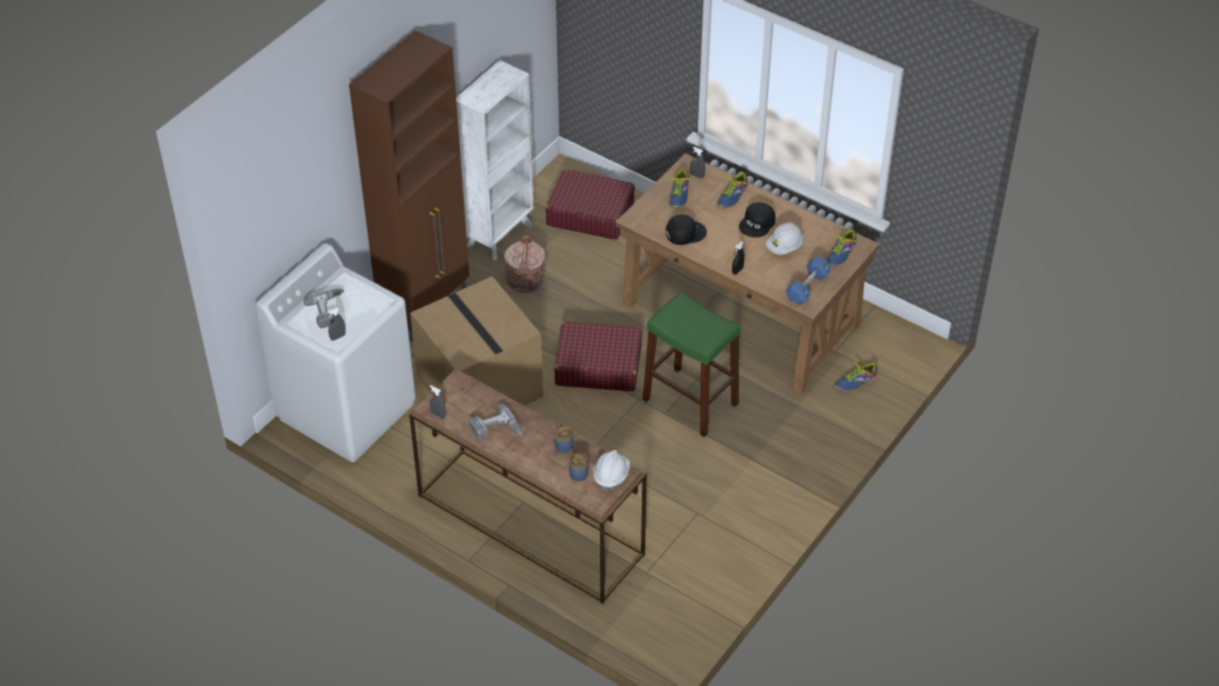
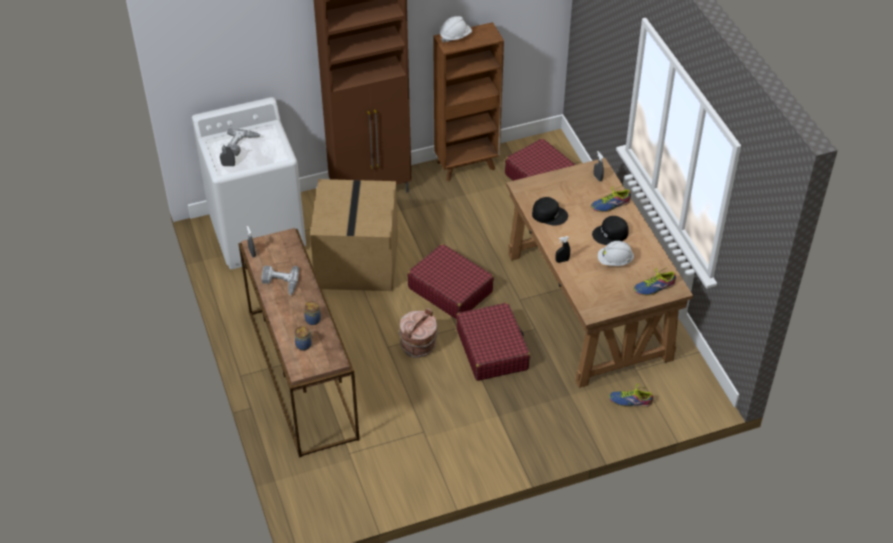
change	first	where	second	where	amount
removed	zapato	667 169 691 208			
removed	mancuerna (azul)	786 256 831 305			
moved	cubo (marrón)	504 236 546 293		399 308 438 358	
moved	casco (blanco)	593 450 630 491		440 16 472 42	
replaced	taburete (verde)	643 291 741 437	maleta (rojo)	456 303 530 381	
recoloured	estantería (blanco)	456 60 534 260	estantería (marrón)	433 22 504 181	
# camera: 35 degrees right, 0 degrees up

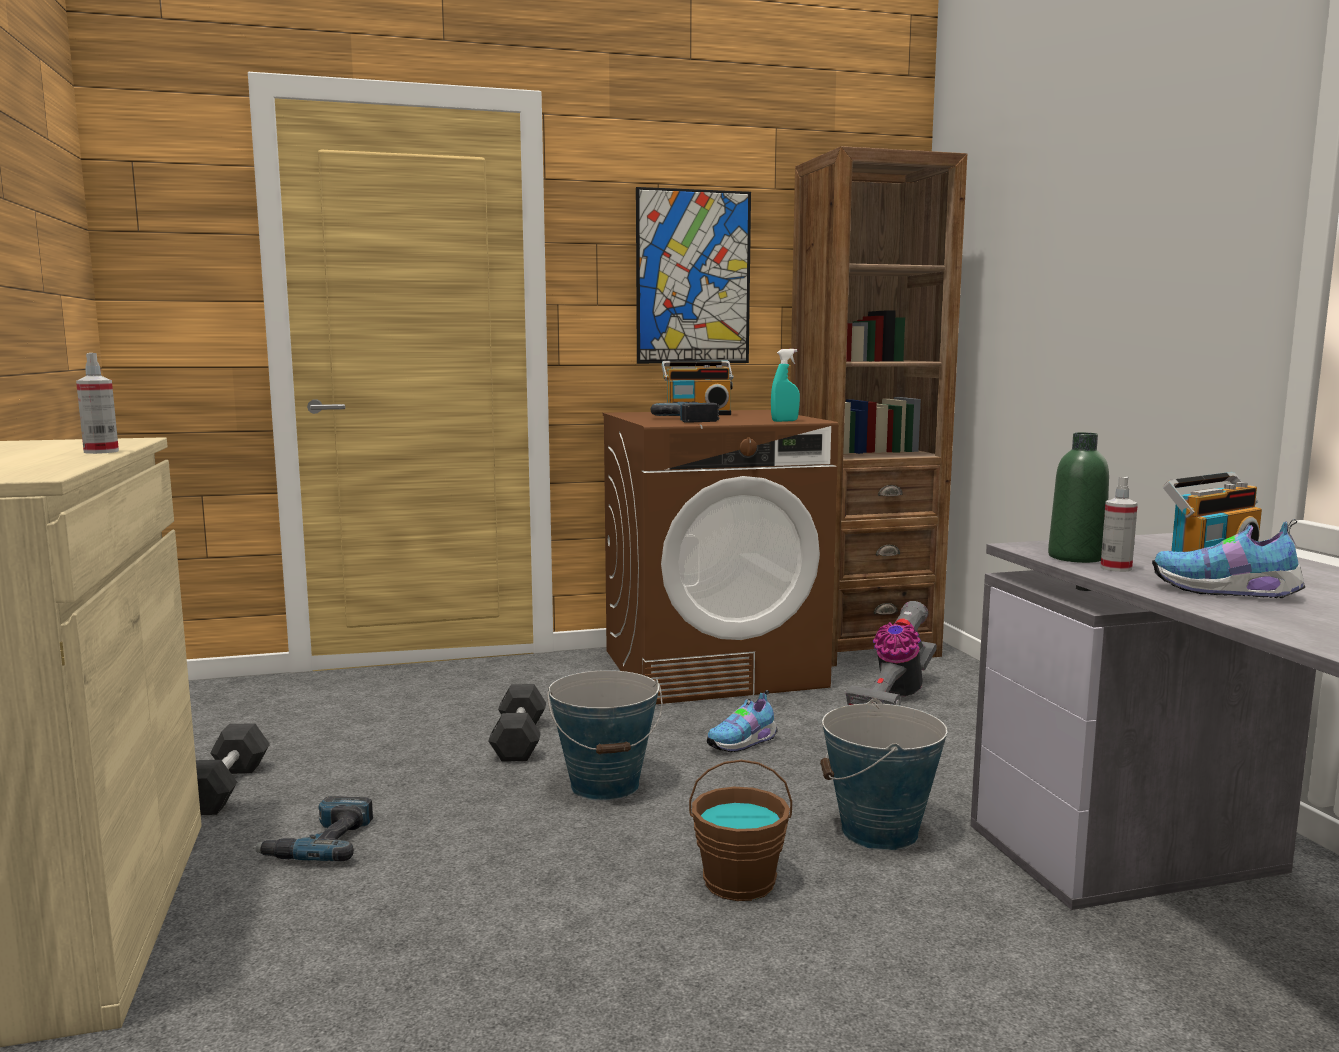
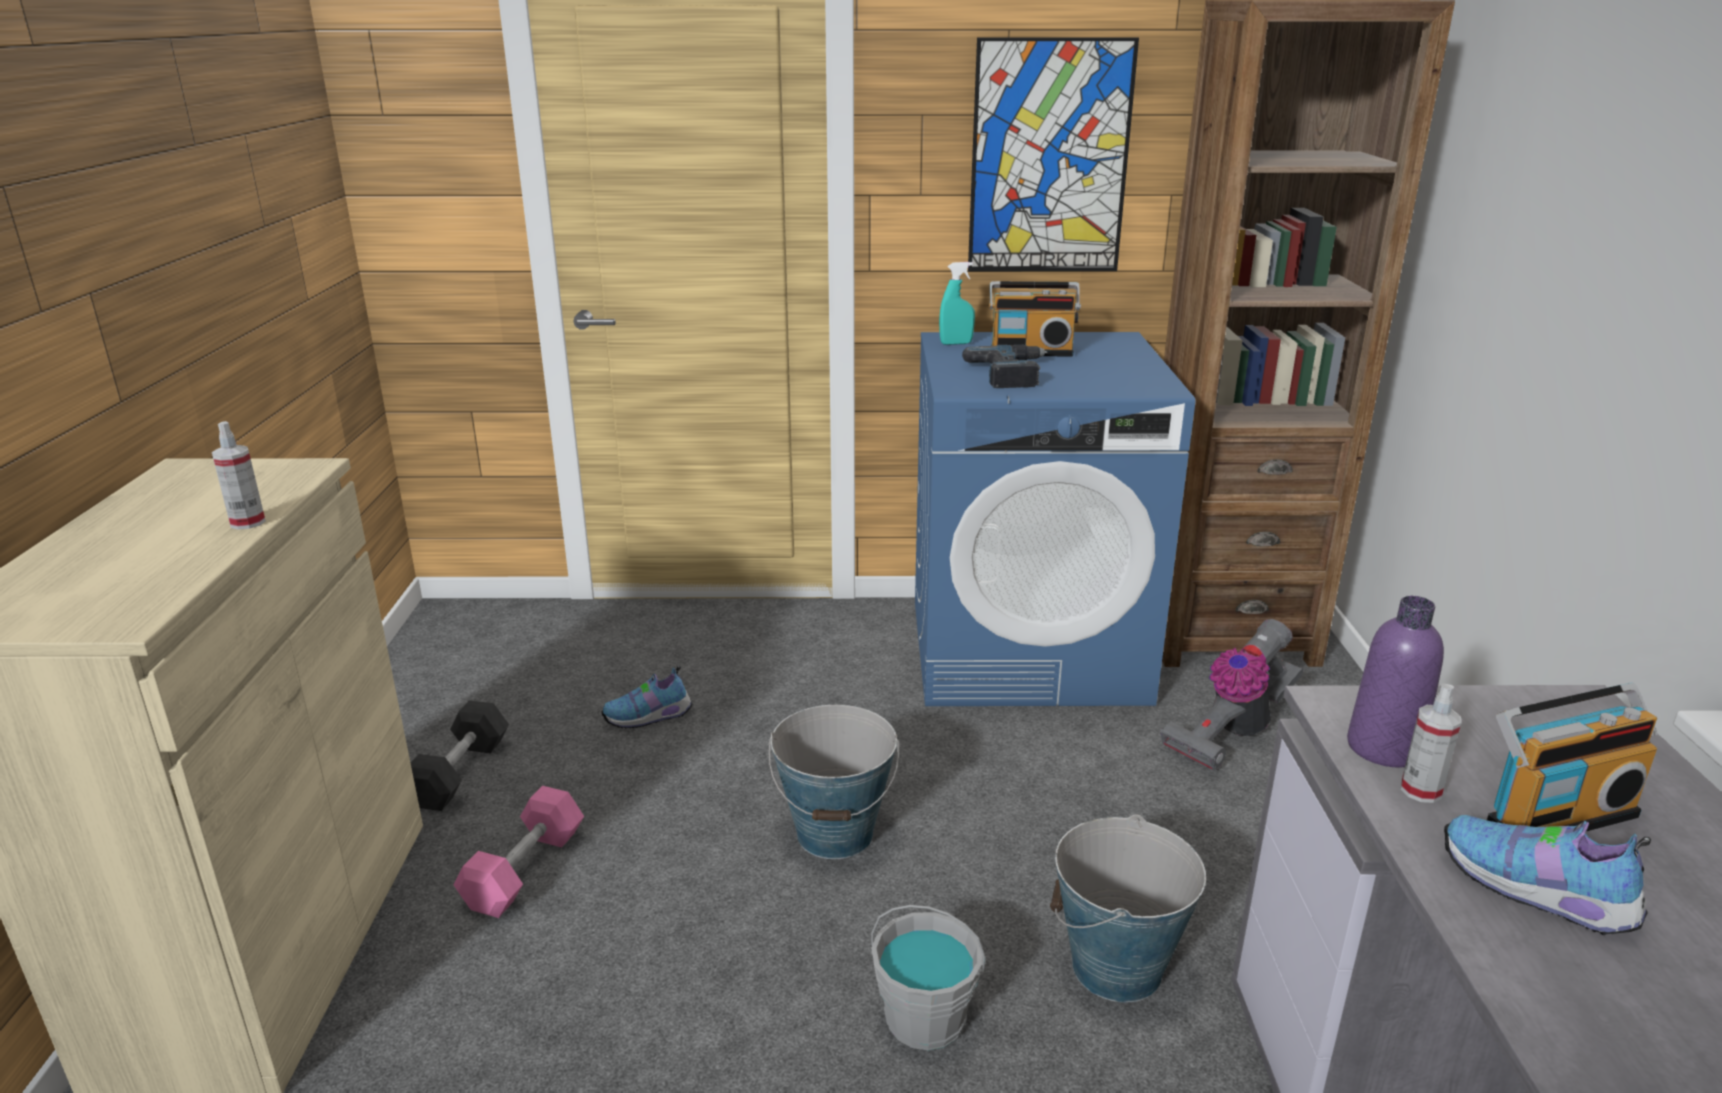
change	first	where	second	where	amount
removed	mancuerna (negro)	489 684 546 762			
moved	zapato	707 690 777 752		601 666 693 728	
moved	pulverizador (turquesa)	771 349 800 422		939 262 975 345	
replaced	taladro	253 796 373 862	mancuerna (rosa)	453 786 584 918	
recoloured	lavadora (marrón)	603 410 839 704	lavadora (azul)	915 332 1195 706	
recoloured	cubo (marrón)	689 760 792 901	cubo (gris)	871 905 986 1050	
recoloured	botella (verde)	1048 432 1109 563	botella (morado)	1347 596 1444 768	
# camera: 15 degrees right, 15 degrees up

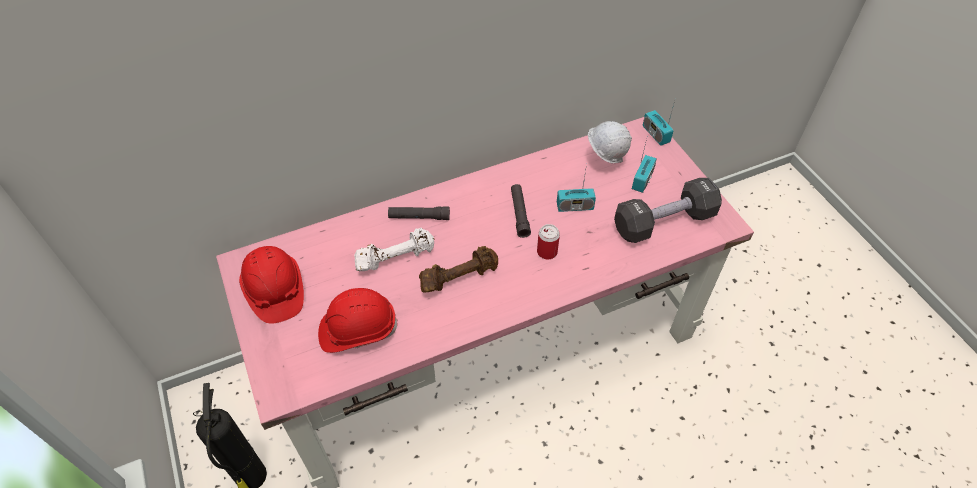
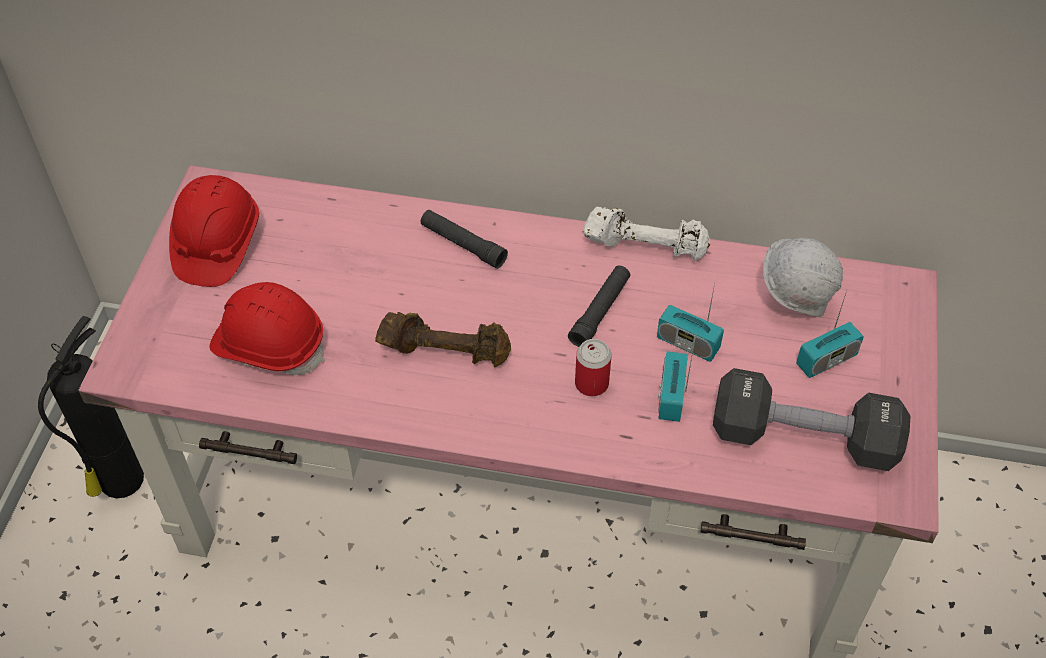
change	first	where	second	where	amount
moved	mancuerna (blanco)	354 228 434 271		582 207 710 261	
moved	radio	643 101 675 146		658 351 693 422	
# camera: 35 degrees right, 0 degrees up

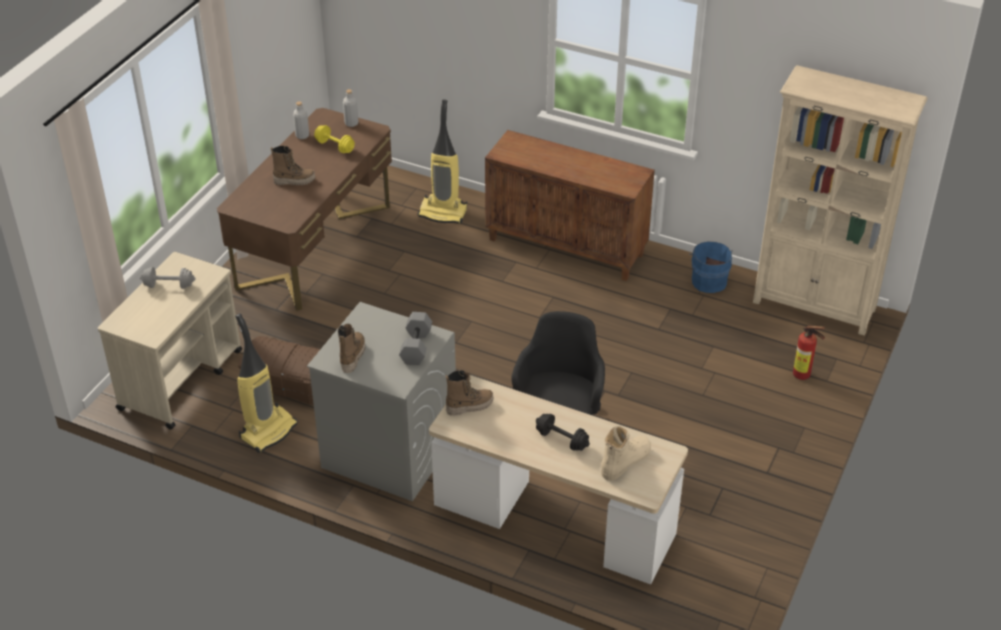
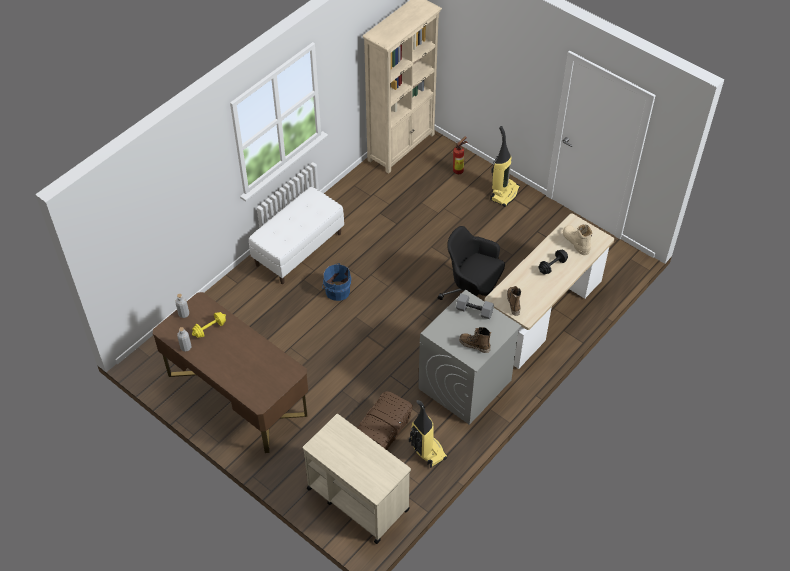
change	first	where	second	where	amount
removed	mancuerna (gris)	140 267 196 289			
removed	bota	271 145 315 185			
moved	aspiradora	418 99 467 224		490 126 520 207	
moved	cubo (azul)	689 241 733 293		322 263 351 301	
replaced	armario (marrón)	485 130 655 281	banco (blanco)	249 187 344 284	
# camera: 75 degrees left, 10 degrees up

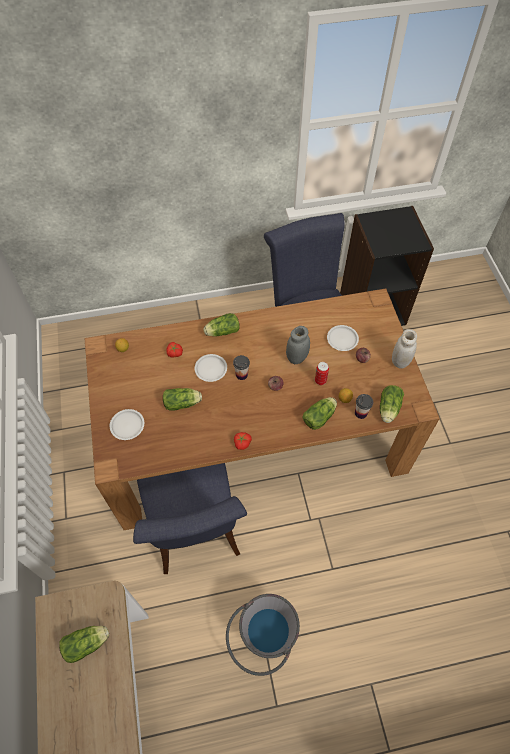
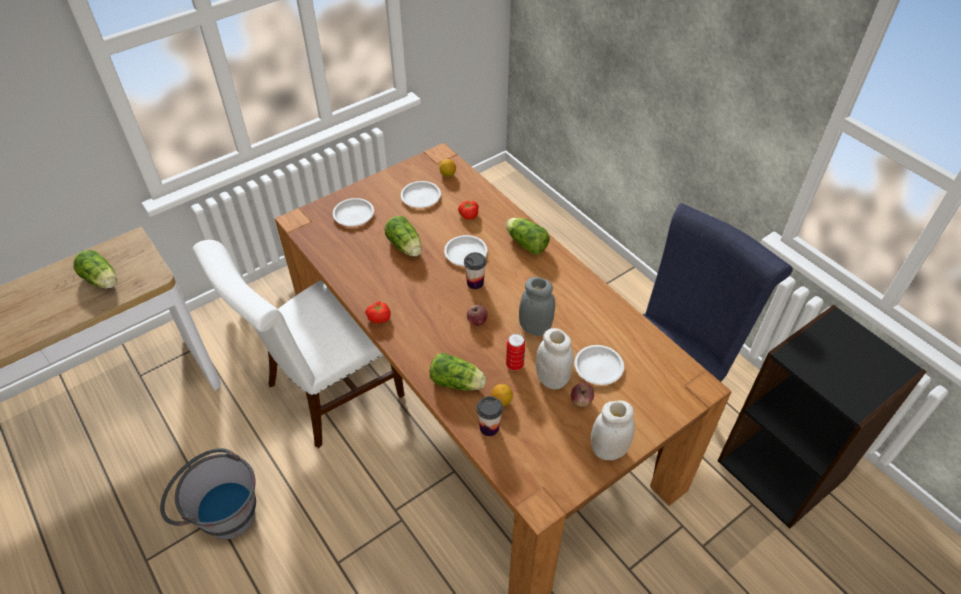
change	first	where	second	where	amount
removed	lechuga	380 385 404 423			
added			plato (blanco)	401 181 441 208	
added			tarro (blanco)	536 328 574 389	
recoloured	silla (azul)	133 463 247 574	silla (blanco)	193 240 405 448	
# camera: 65 degrees right, 10 degrees down

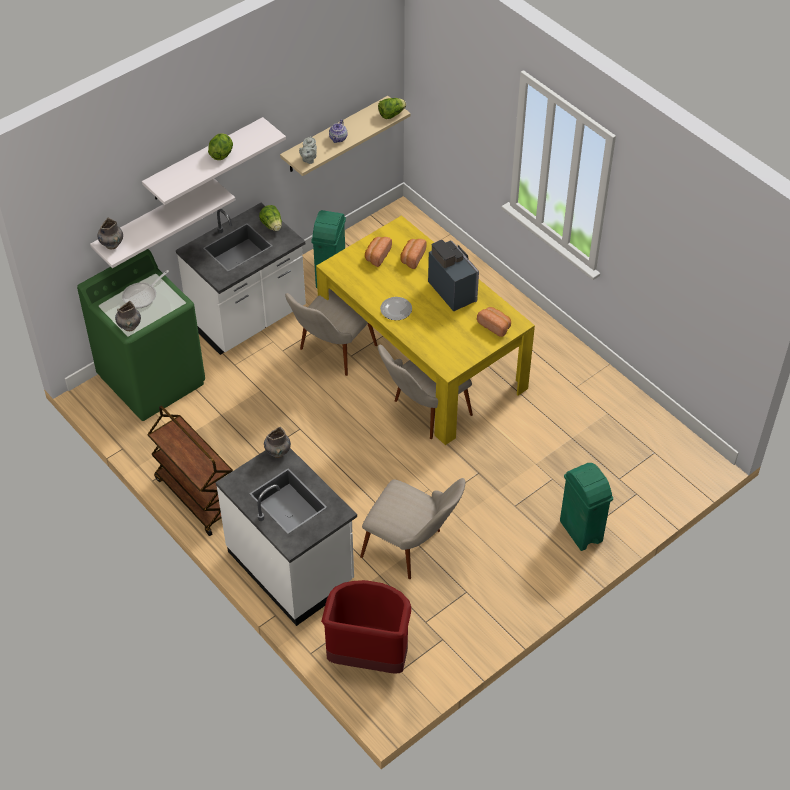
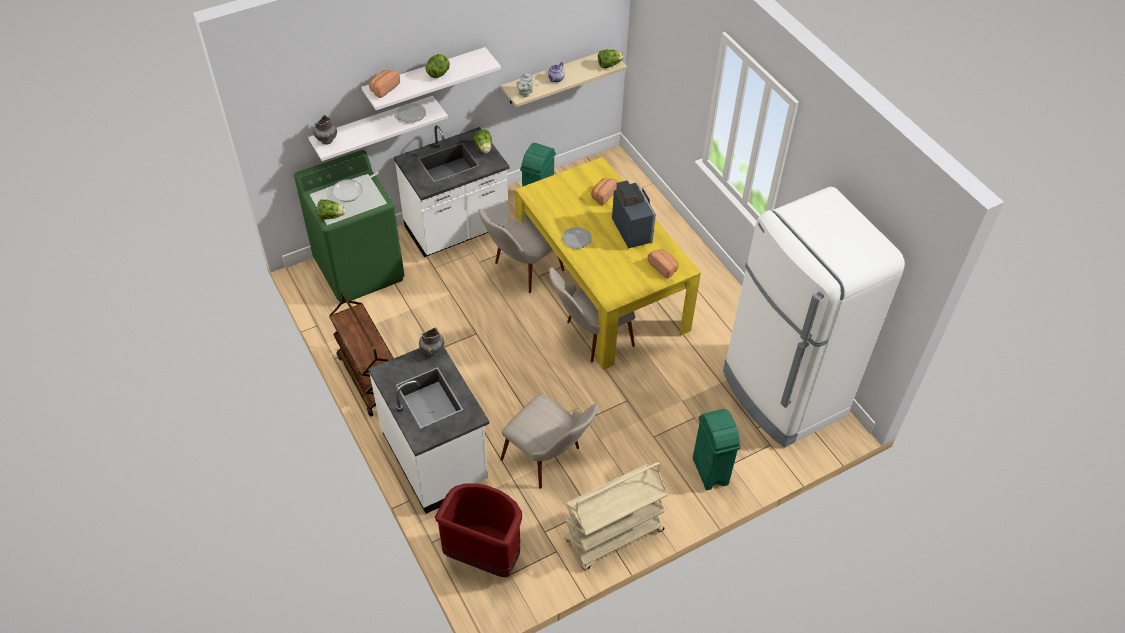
change	first	where	second	where	amount
added			plato	397 103 426 123	
added			carrito (beis)	564 462 668 571	
added			nevera (blanco)	723 187 905 448	
moved	pan	365 237 392 267		369 70 400 98	
replaced	florero (gris)	115 301 141 331	lechuga	317 200 346 220	
# camera: 10 degrees right, 0 degrees up

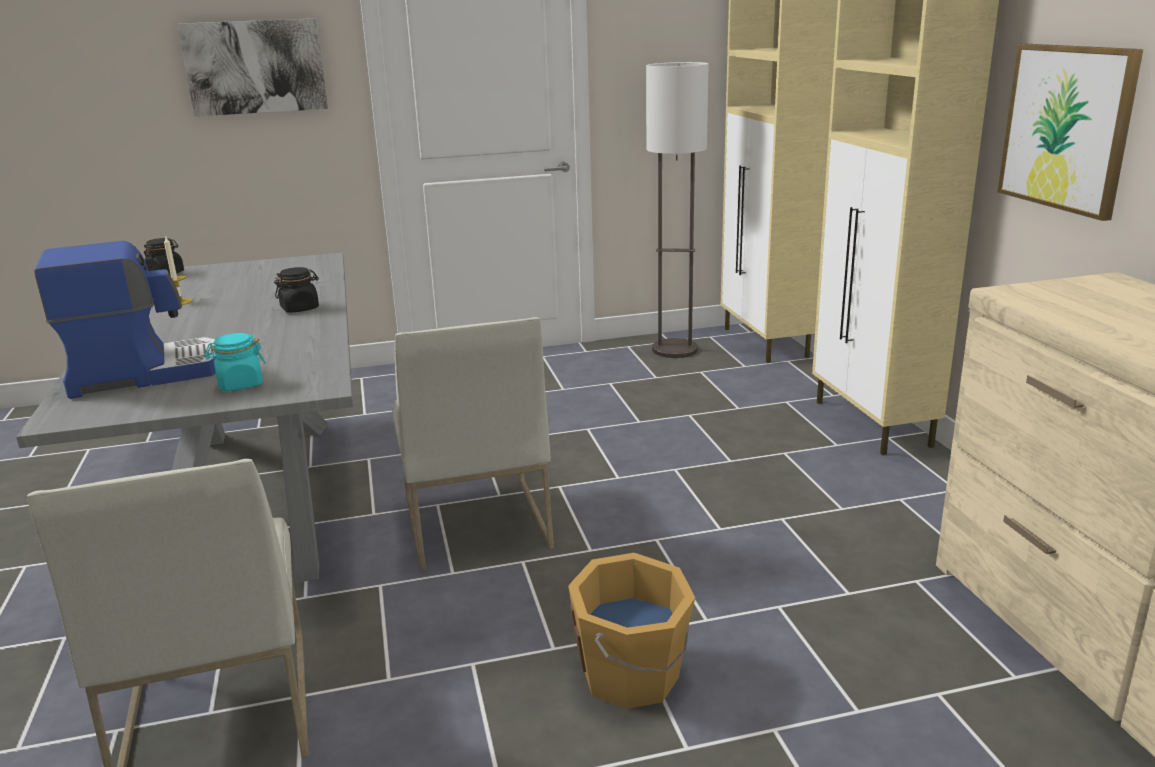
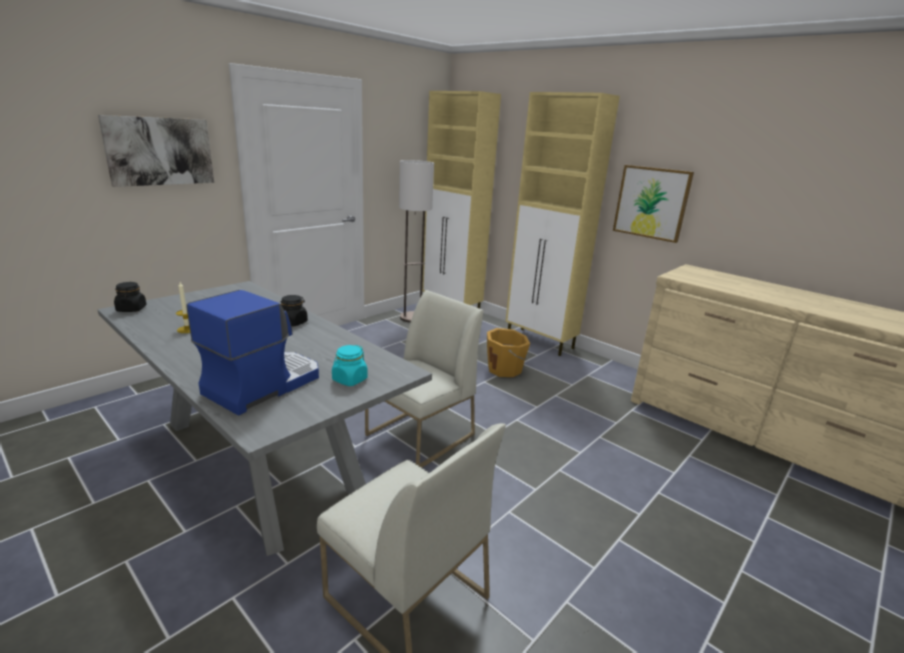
change	first	where	second	where	amount
moved	cubo (naranja)	568 553 695 709		487 328 530 377	
turned	silla (blanco)	392 317 554 571		365 290 483 468	90 degrees counterclockwise
# camera: 35 degrees left, 0 degrees up

